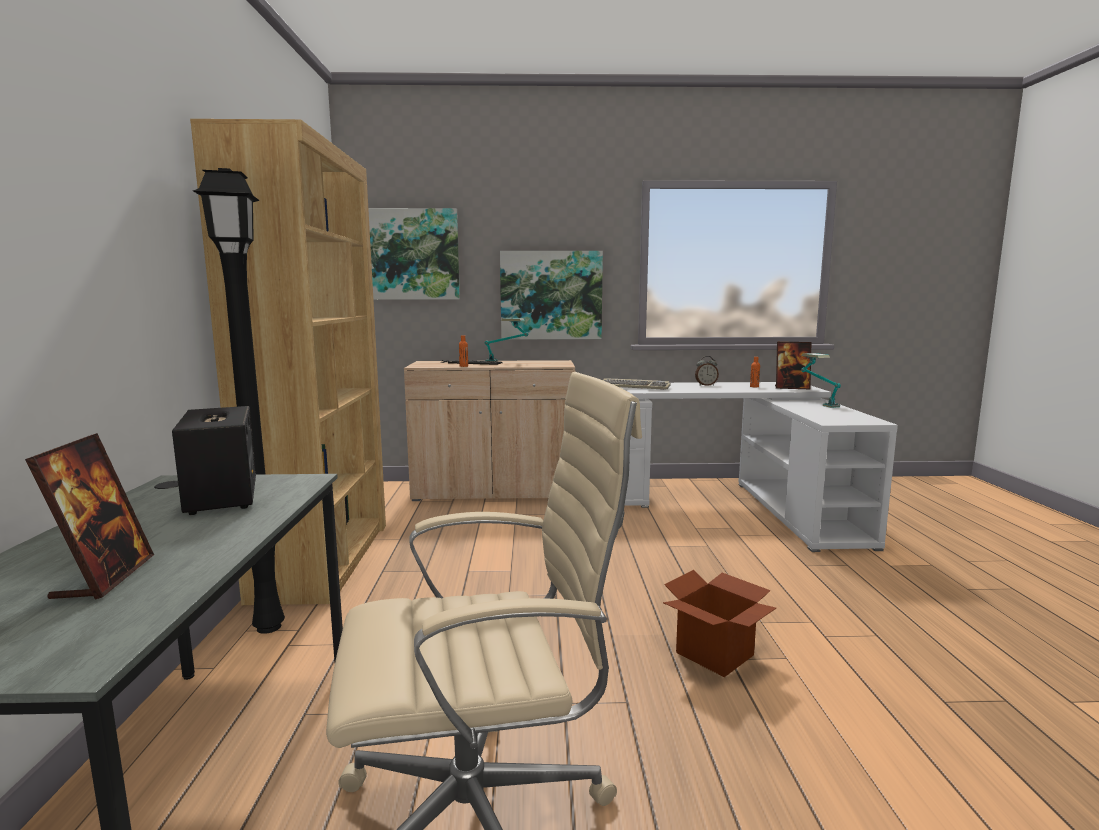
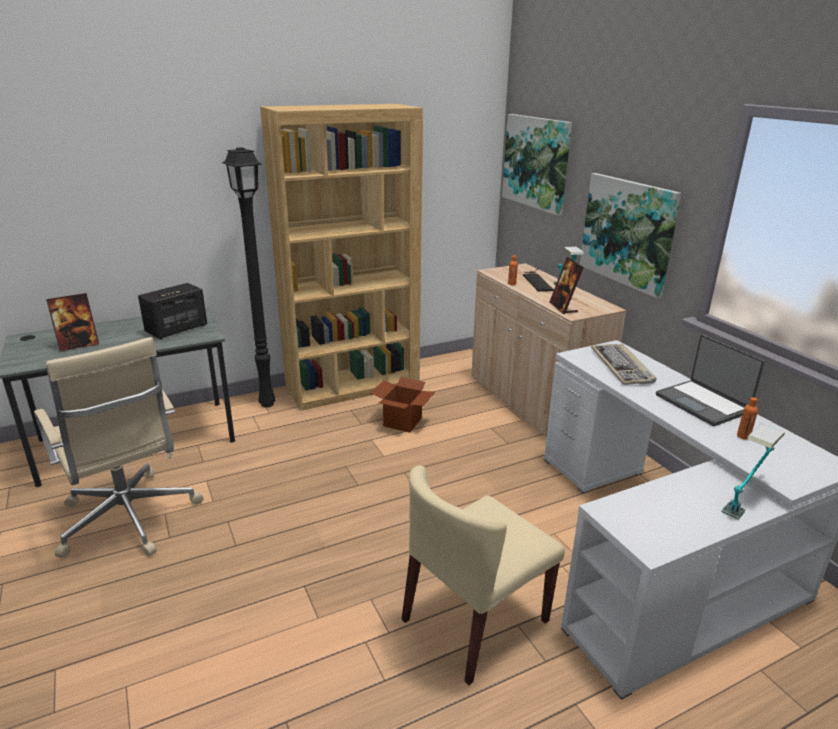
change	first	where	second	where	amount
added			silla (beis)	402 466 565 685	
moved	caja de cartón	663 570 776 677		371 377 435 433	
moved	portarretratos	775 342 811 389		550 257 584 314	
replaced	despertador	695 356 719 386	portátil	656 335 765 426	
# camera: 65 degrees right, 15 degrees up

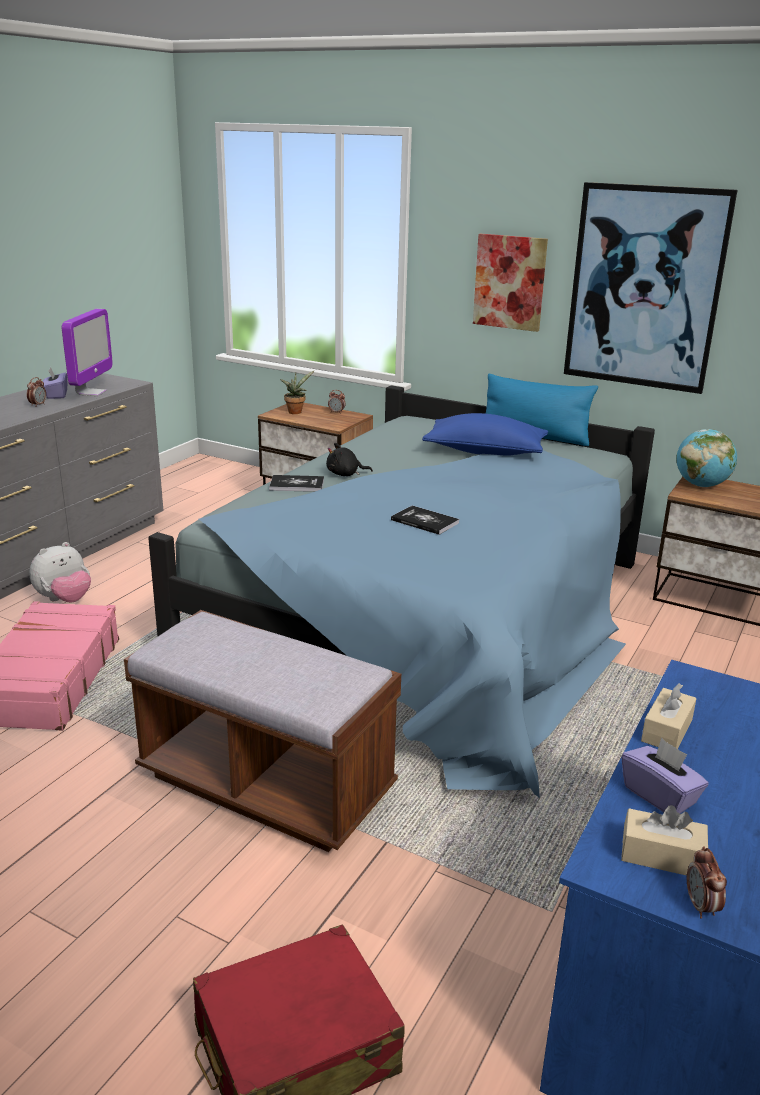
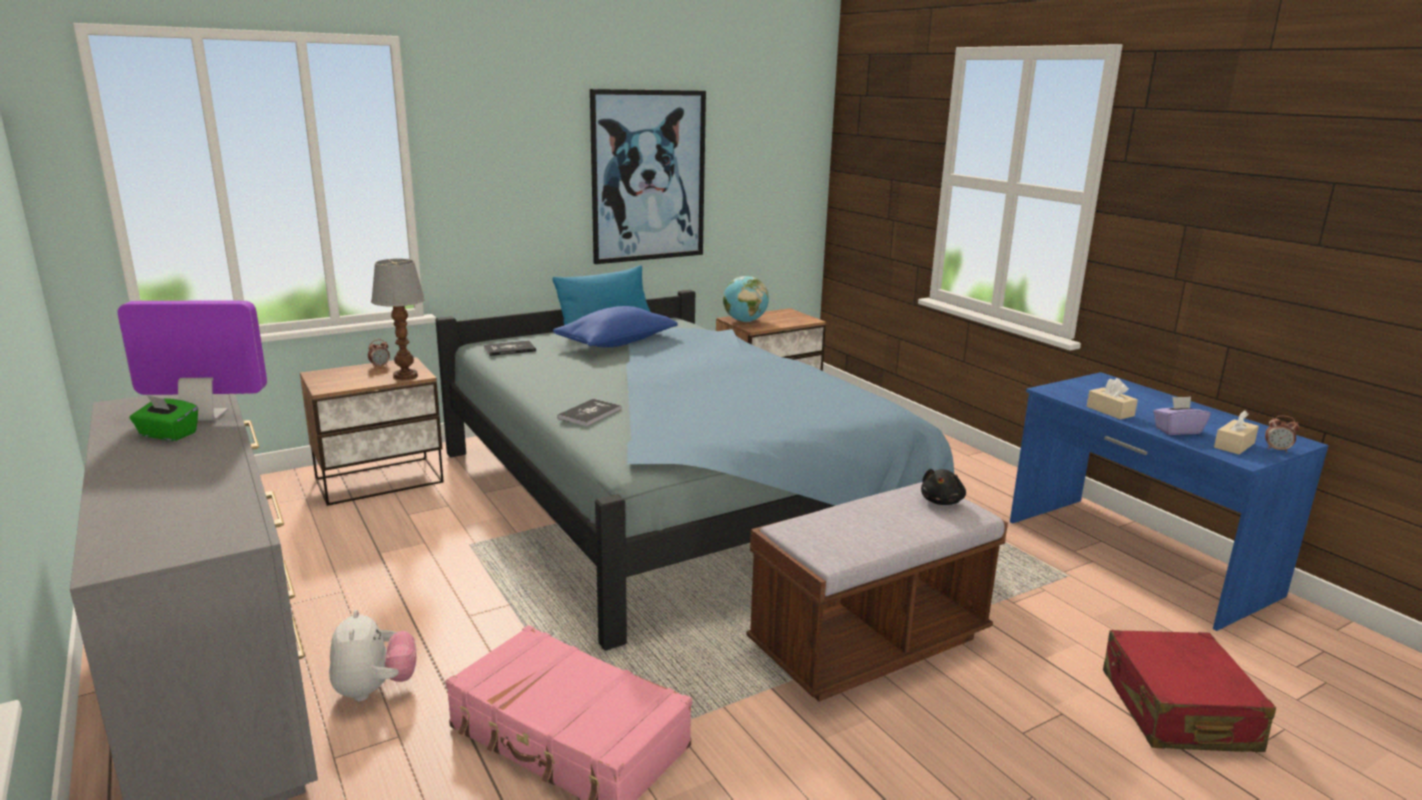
change	first	where	second	where	amount
removed	despertador	27 377 46 407			
removed	planta en maceta	280 371 314 414			
removed	cuadro	473 234 548 332			
added			lámpara de mesa	371 259 425 380	
moved	peluche (negro)	326 443 373 476		921 469 966 505	
moved	libro	391 505 459 535		484 340 536 356	
recoloured	caja de pañuelos (morado)	43 367 67 399	caja de pañuelos (verde)	130 395 198 441	
turned	monitor	62 309 113 396		118 301 267 421	45 degrees counterclockwise
# camera: 60 degrees left, 5 degrees down

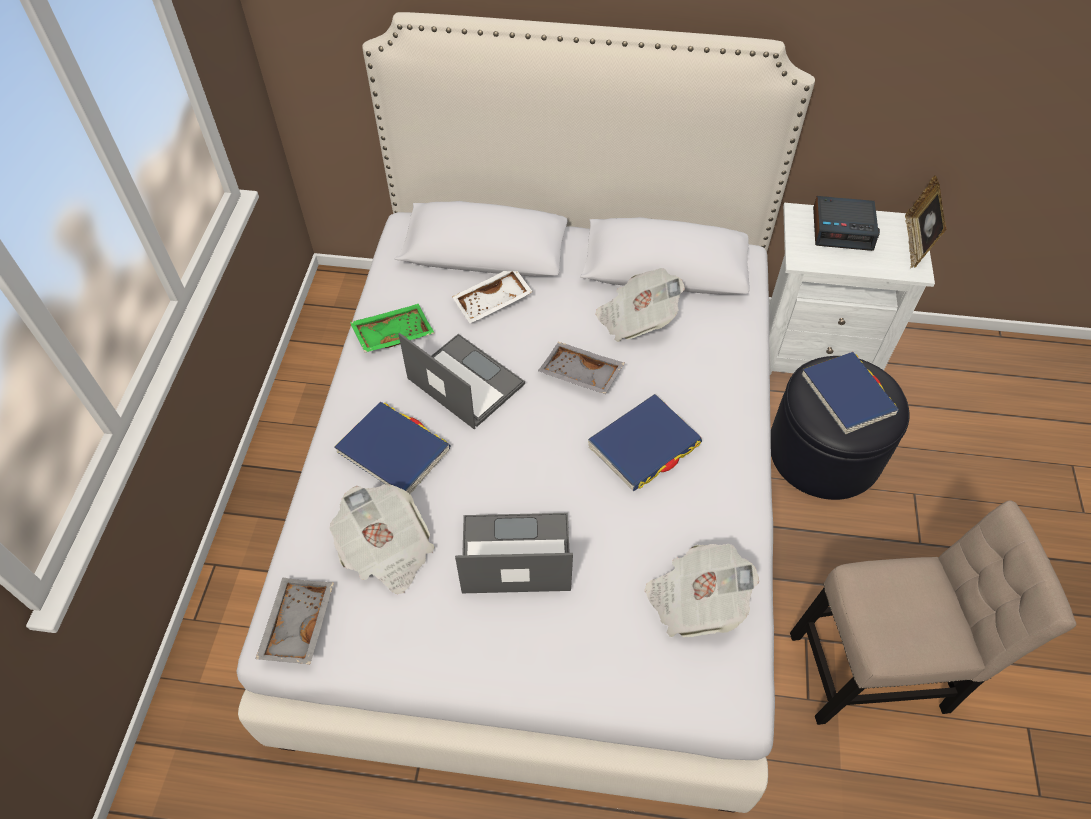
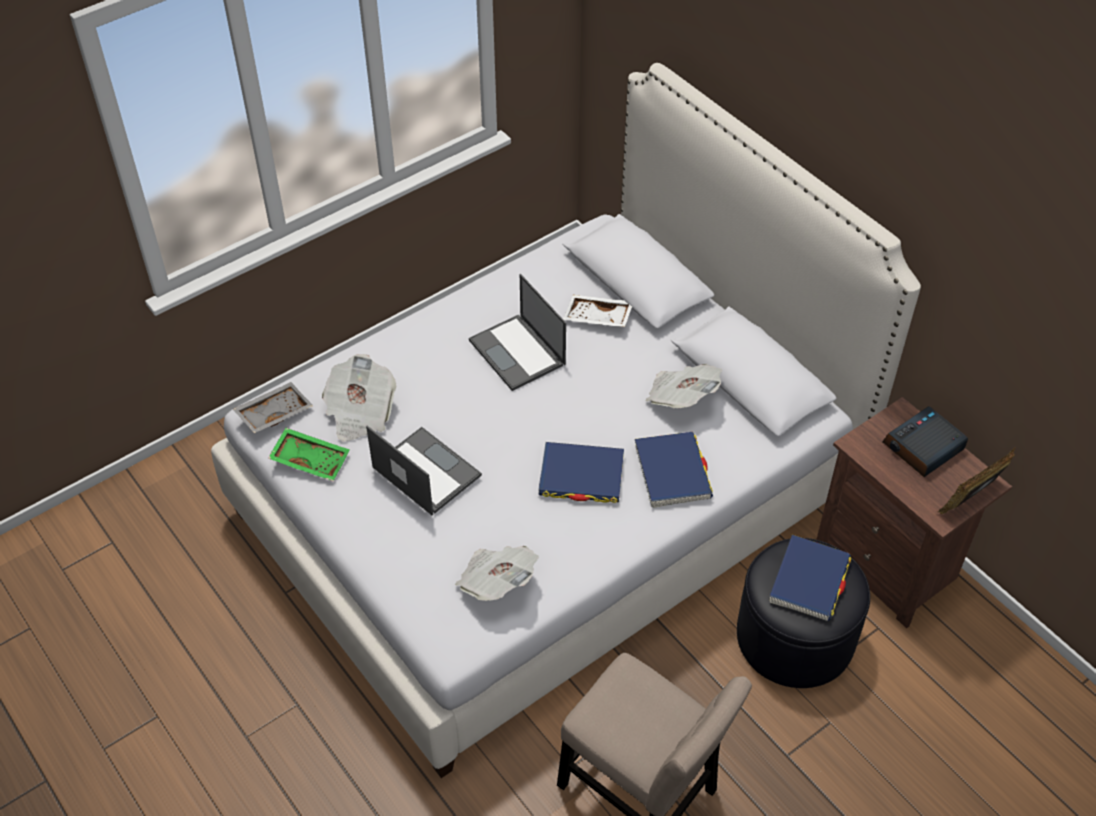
change	first	where	second	where	amount
removed	bandeja (gris)	538 342 625 394			
moved	libro (azul)	334 402 451 494		635 432 713 508	
moved	bandeja (verde)	350 304 434 352		268 428 350 481	
recoloured	mesita de noche (blanco)	769 203 935 375	mesita de noche (marrón)	816 397 1012 628	
turned	portátil	398 333 525 429		469 274 566 391	150 degrees clockwise
turned	despertador	813 196 880 251		882 406 968 477	90 degrees clockwise
# camera: 45 degrees right, 5 degrees down

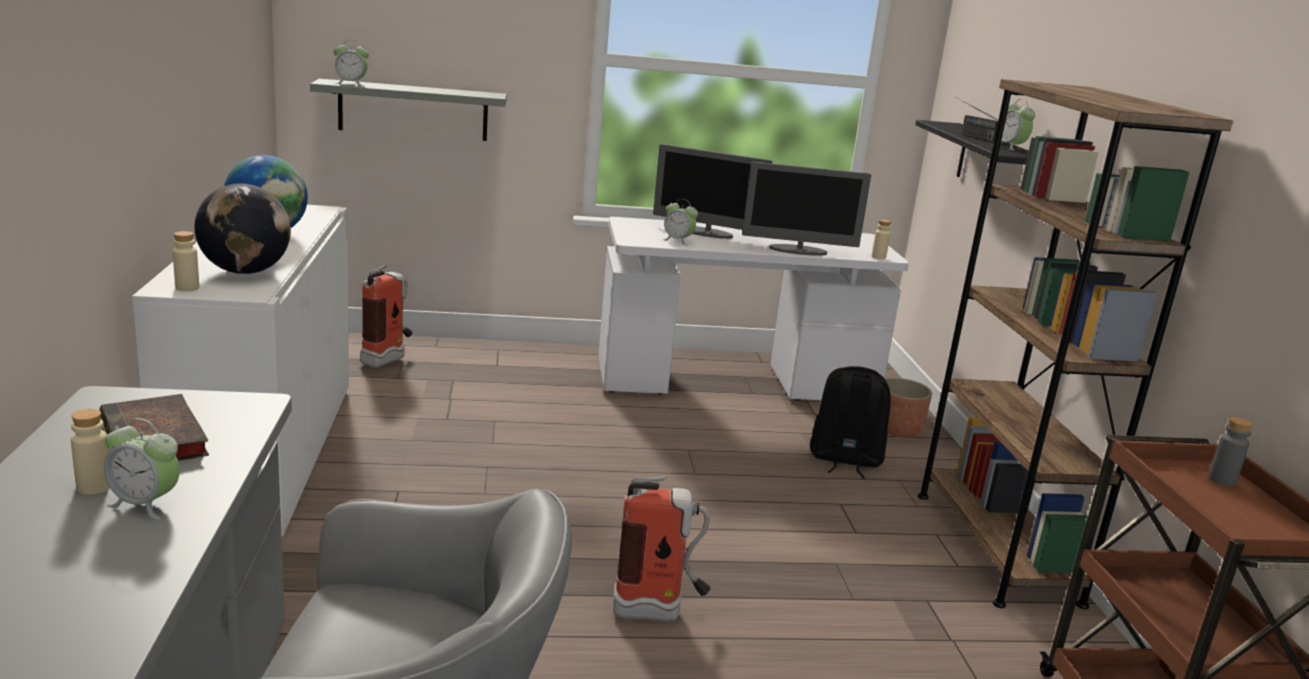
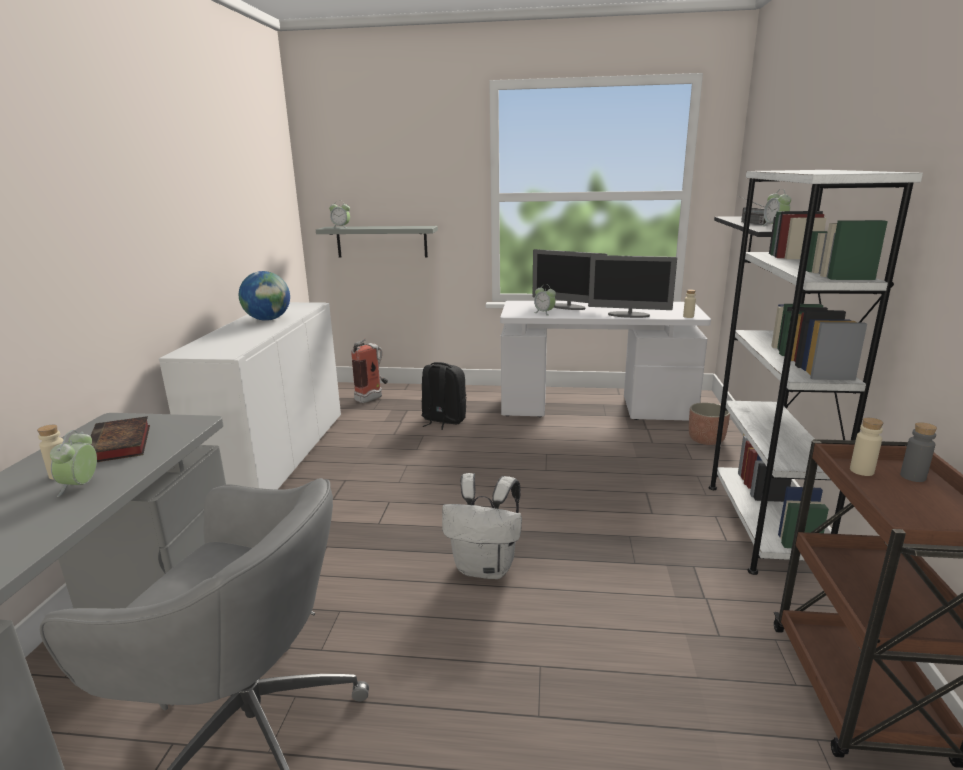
change	first	where	second	where	amount
removed	globo terráqueo	195 184 291 274			
moved	botella (beis)	173 231 199 291		850 418 883 476	
moved	mochila (negro)	810 366 891 478		422 362 467 430	
replaced	extintor	613 476 711 621	mochila (blanco)	442 473 522 579	
recoloured	estantería (marrón)	918 79 1233 609	estantería (blanco)	709 170 923 575	
turned	despertador	104 418 180 519		50 430 97 497	60 degrees clockwise
# camera: 15 degrees right, 0 degrees up

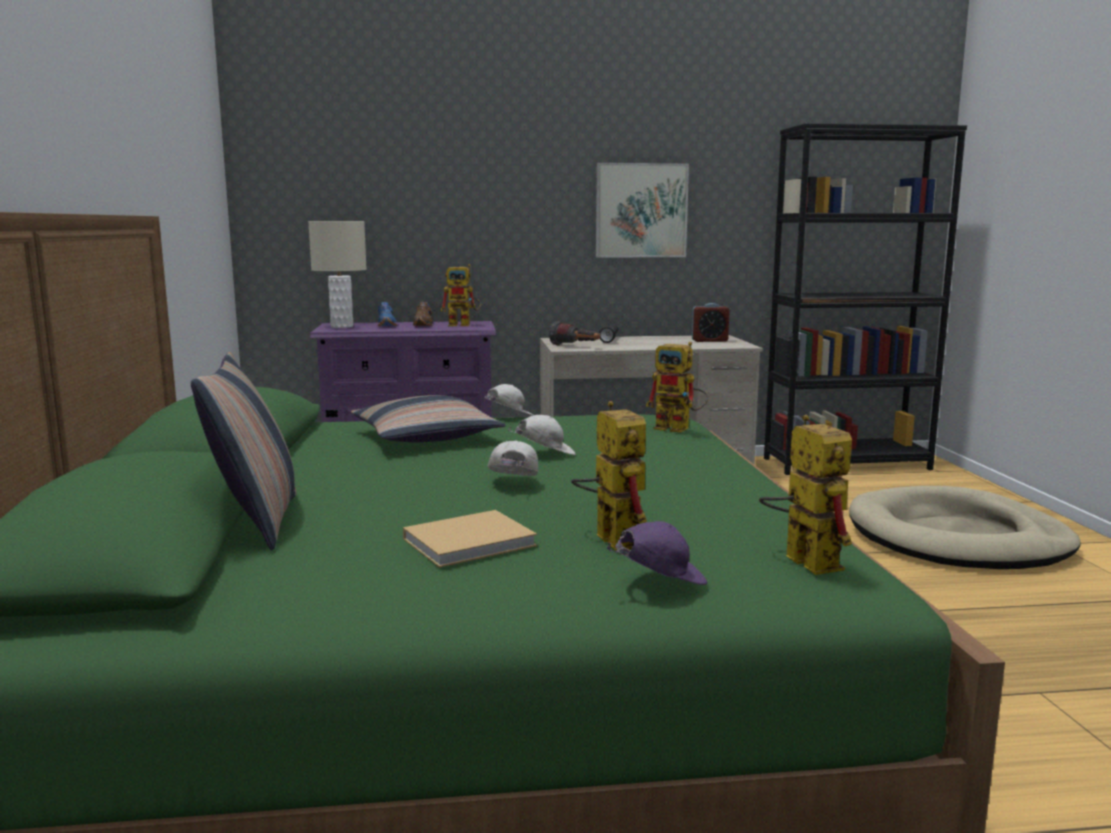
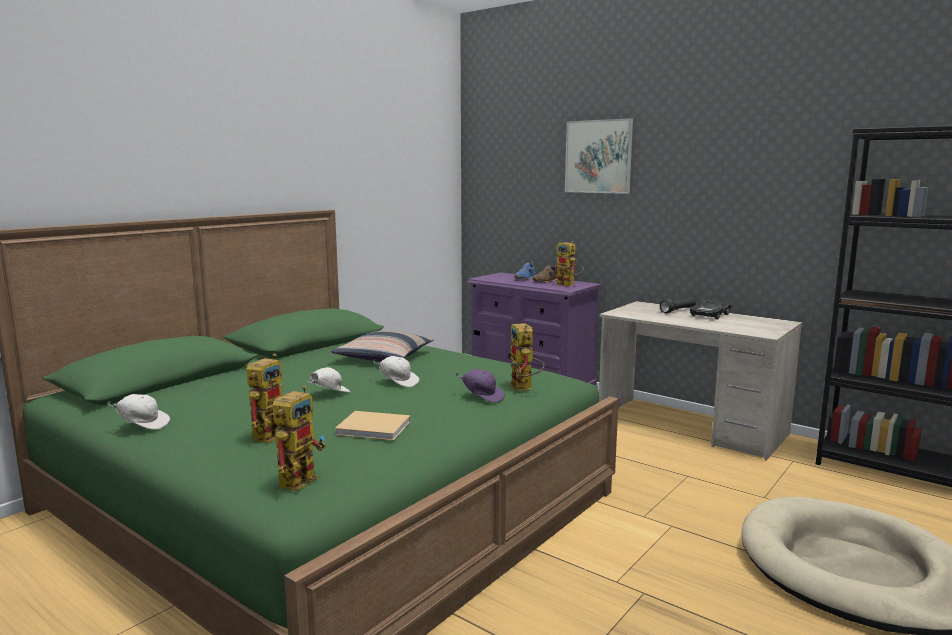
change	first	where	second	where	amount
removed	cojín	191 352 297 551			
removed	lámpara de mesa (beis)	308 221 367 328			
removed	linterna	549 321 600 346			
removed	despertador	692 303 730 342			
added			coche de juguete (negro)	690 300 732 320	
moved	libro (beis)	403 510 537 568		335 411 410 441	
moved	gorra (blanco)	484 384 533 415		107 394 170 430	
moved	cuadro	596 163 689 258		565 118 633 194	
moved	gorra (morado)	606 521 707 585		456 369 505 403	
# camera: 45 degrees right, 0 degrees up

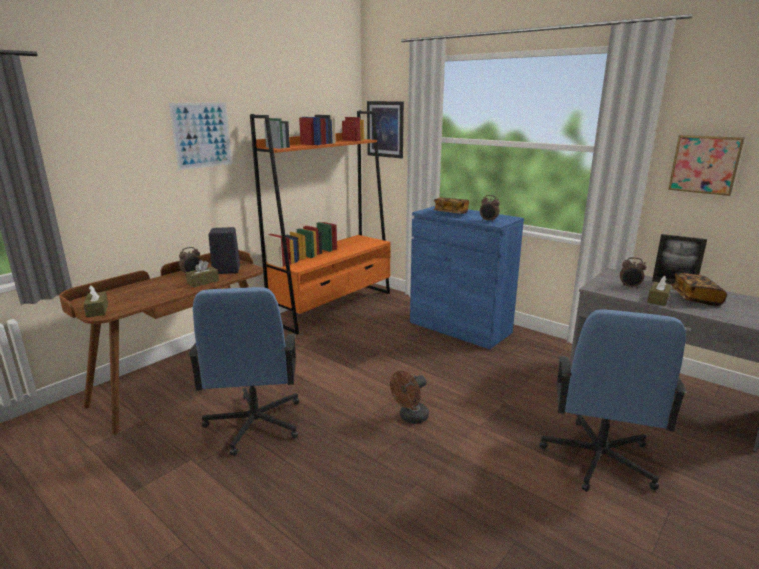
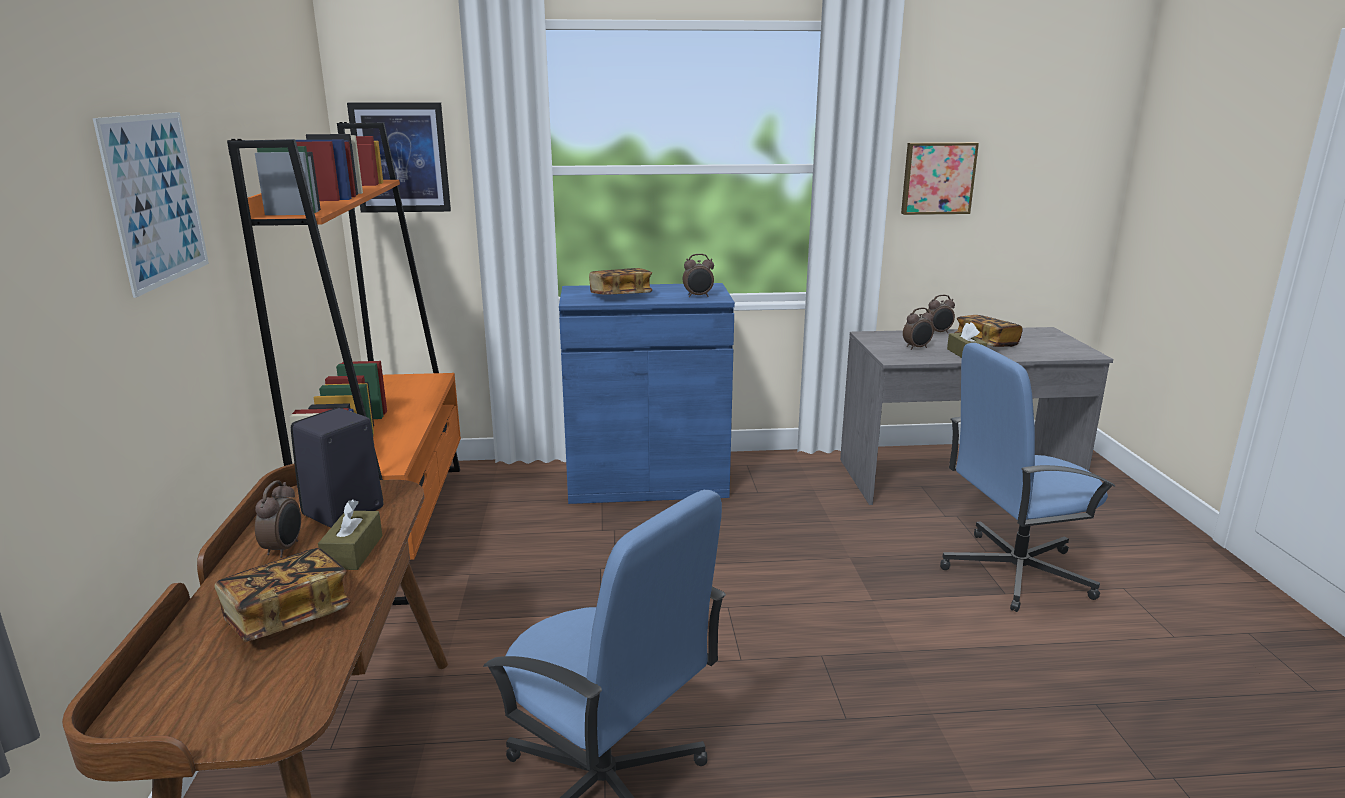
change	first	where	second	where	amount
removed	caja de pañuelos (marrón)	83 285 108 318			
removed	ventilador (marrón)	390 370 429 424			
added			libro	214 548 351 642	
replaced	portarretratos	652 234 707 284	despertador	926 295 955 333	
turned	silla de oficina (azul)	539 309 687 492		940 343 1116 612	105 degrees clockwise
# camera: 45 degrees left, 0 degrees up

